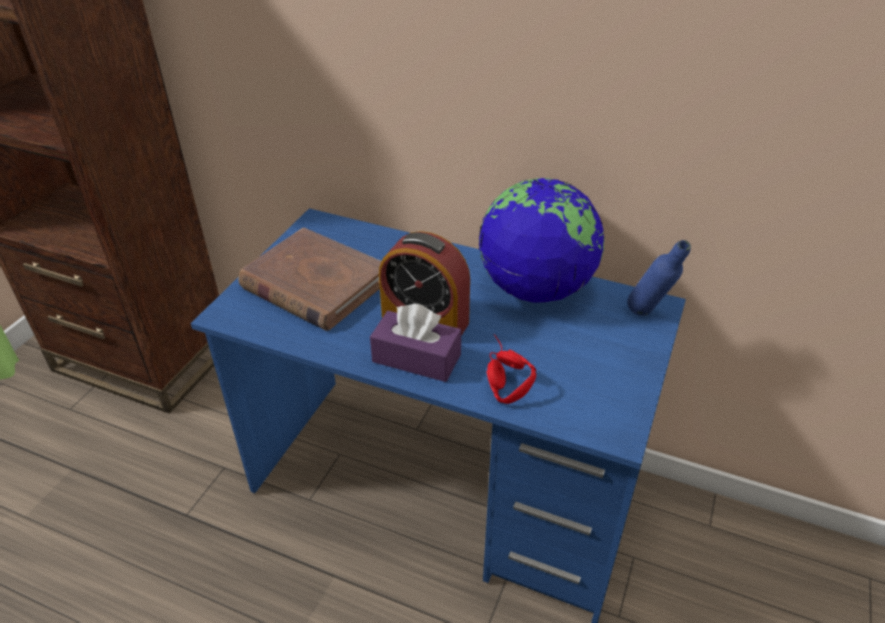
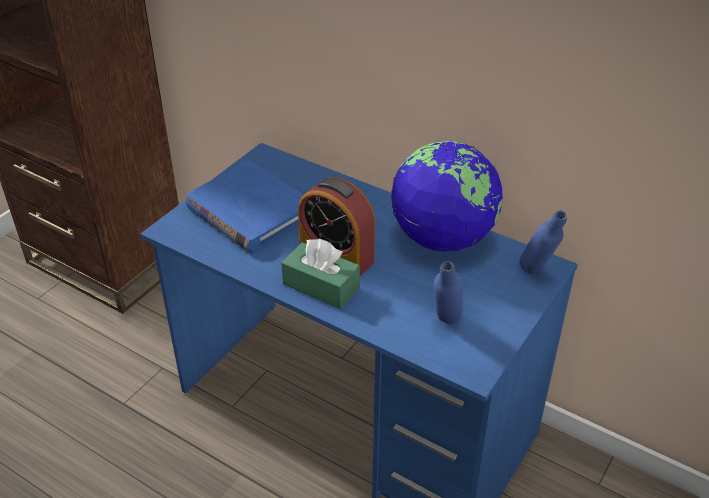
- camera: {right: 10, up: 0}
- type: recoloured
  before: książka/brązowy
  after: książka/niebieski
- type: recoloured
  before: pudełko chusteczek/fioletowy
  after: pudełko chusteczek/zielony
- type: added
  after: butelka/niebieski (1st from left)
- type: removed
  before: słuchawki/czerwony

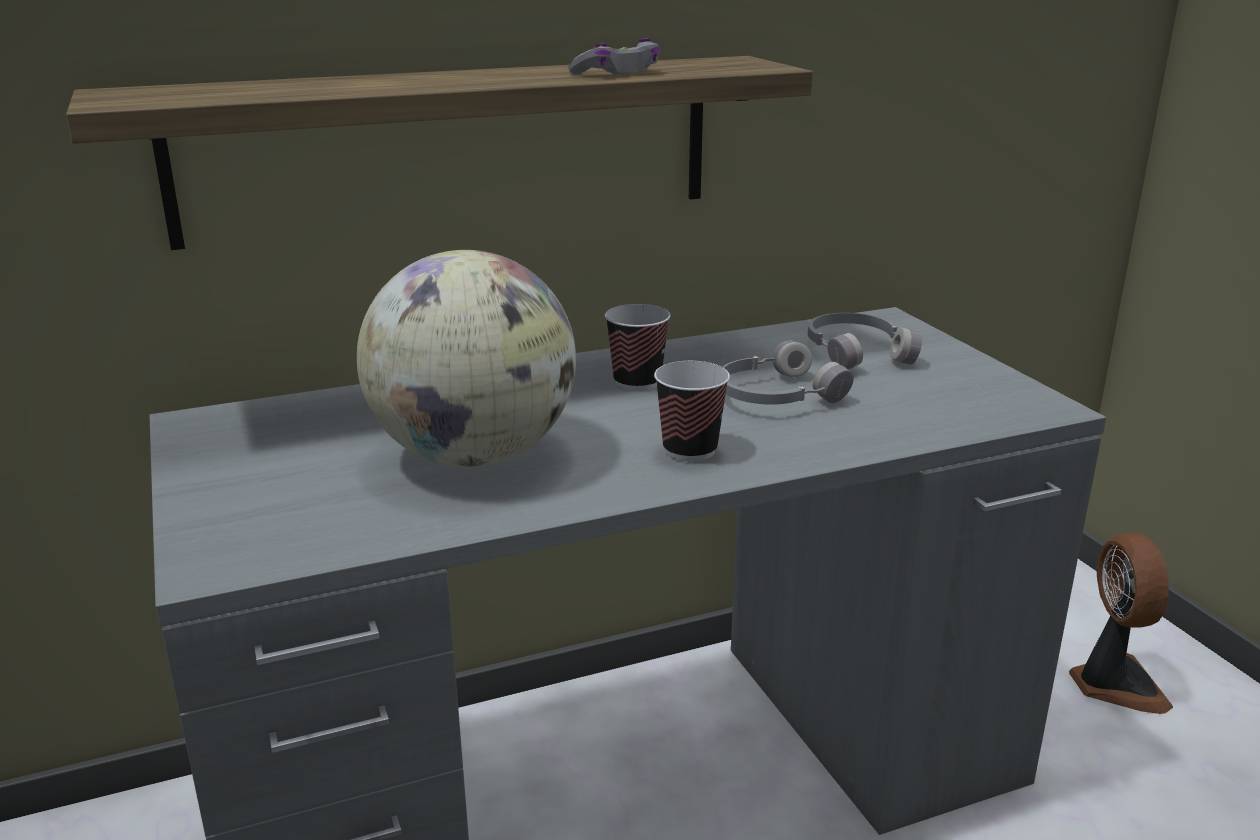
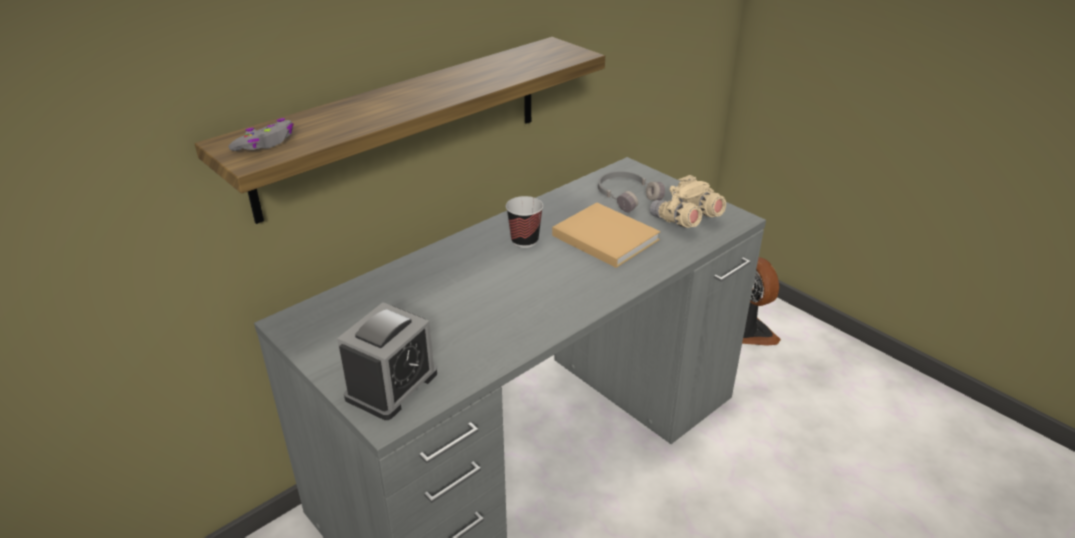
- camera: {right: -20, up: 10}
- type: moved
  before: pad do gier/szary
- type: added
  after: budzik
- type: replaced
  before: słuchawki/szary (1st from left)
  after: książka/beżowy
- type: added
  after: lornetka/beżowy
- type: removed
  before: globus
- type: removed
  before: filiżanka (2nd from left)

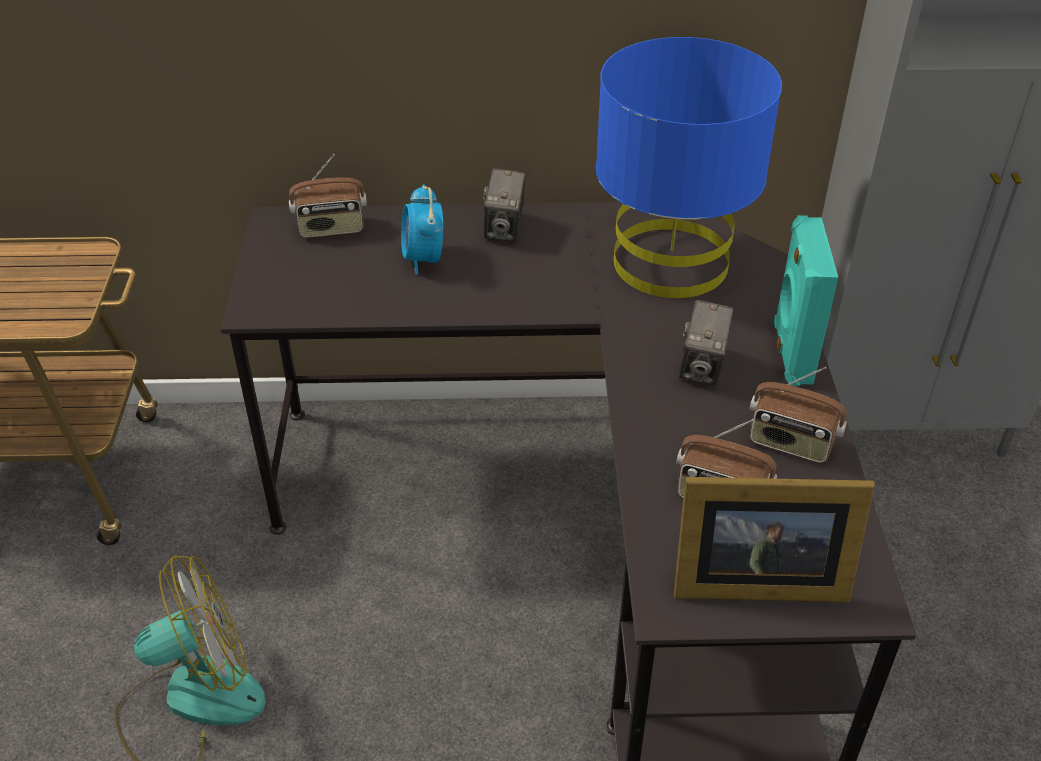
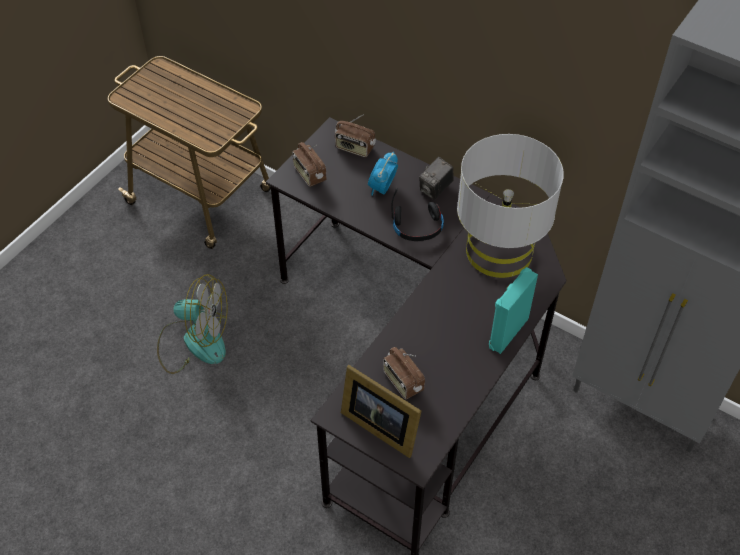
- camera: {right: 35, up: 10}
- type: moved
  before: radio (3rd from left in the first image)
  after: radio (1st from left)
- type: added
  after: słuchawki/czarny
- type: recoloured
  before: lampa stołowa/niebieski
  after: lampa stołowa/szary
- type: removed
  before: aparat fotograficzny (2nd from left)

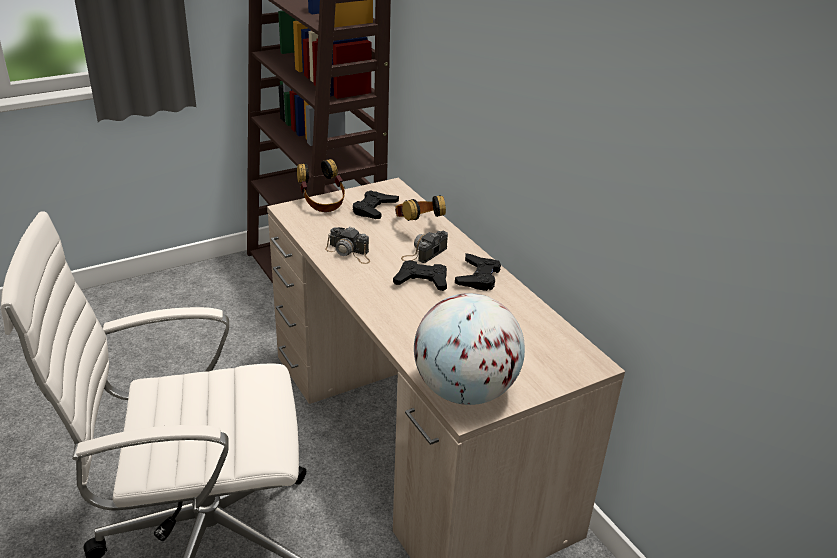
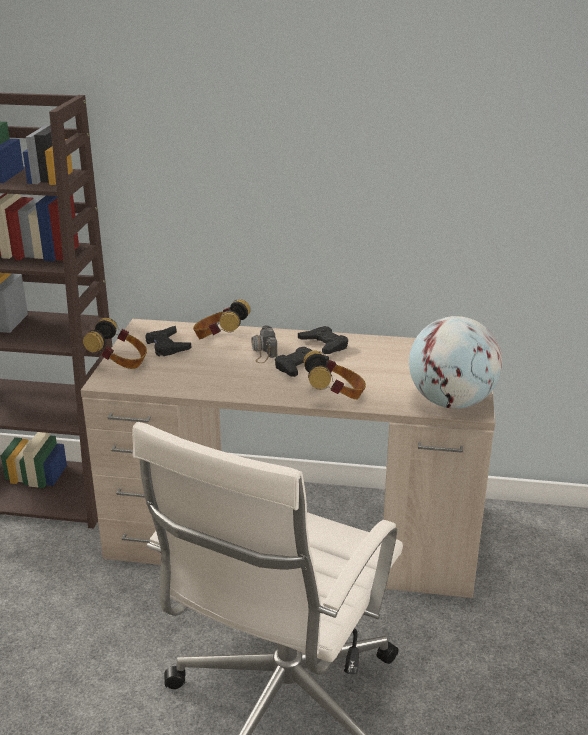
- camera: {right: -50, up: -5}
- type: added
  after: słuchawki (3rd from left)
- type: removed
  before: aparat fotograficzny (1st from left)

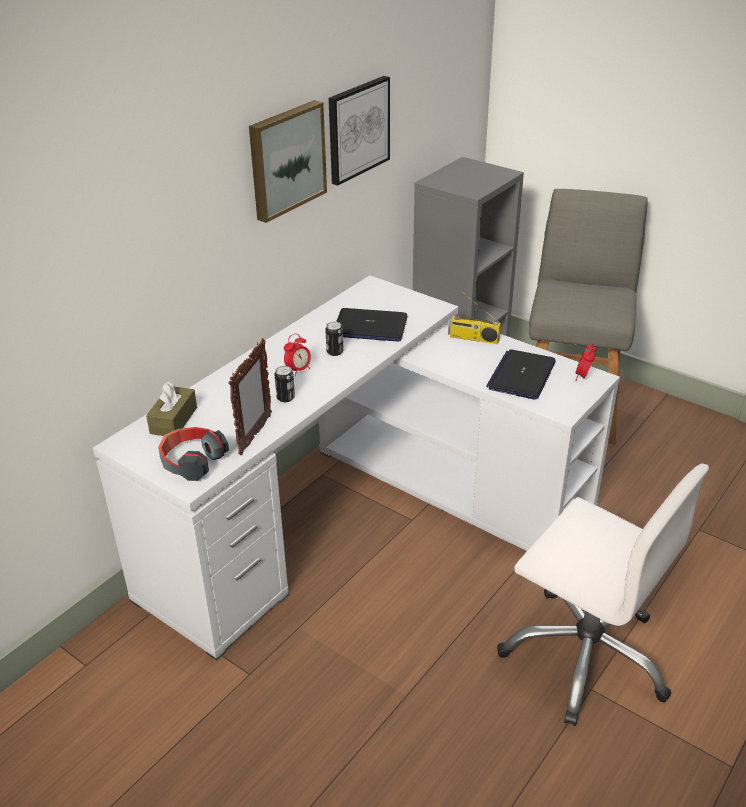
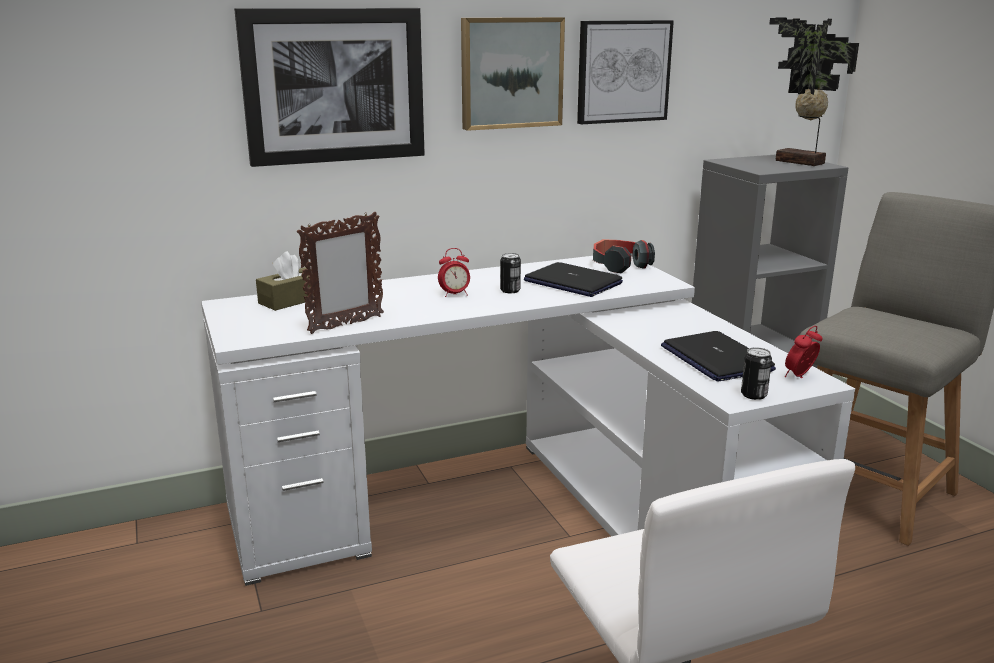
- camera: {right: 30, up: -15}
- type: added
  after: obraz (1st from left)
- type: moved
  before: słuchawki
- type: turned
  before: laptop (2nd from left)
  turn: -75
- type: moved
  before: puszka (1st from left in the first image)
  after: puszka (2nd from left)
- type: added
  after: roślina doniczkowa
- type: removed
  before: radio

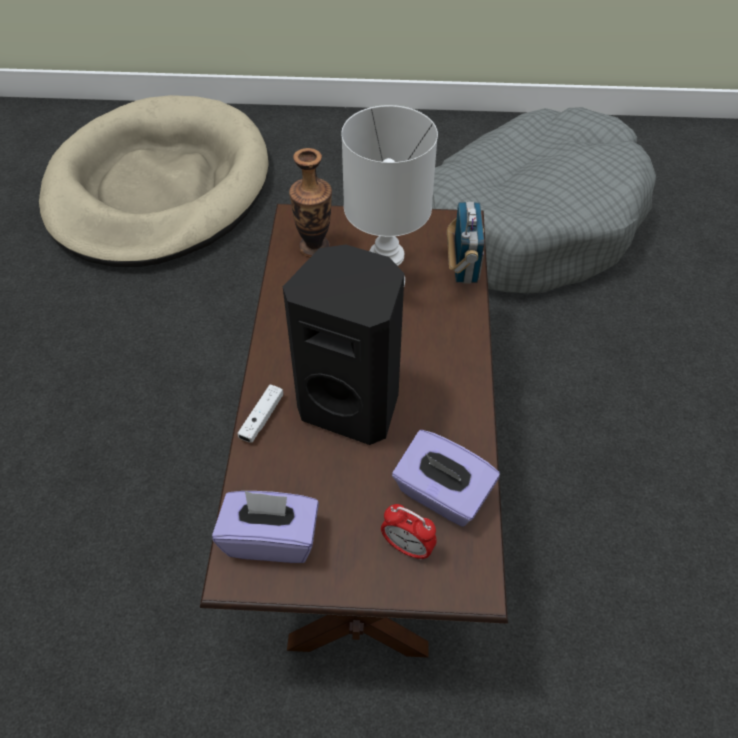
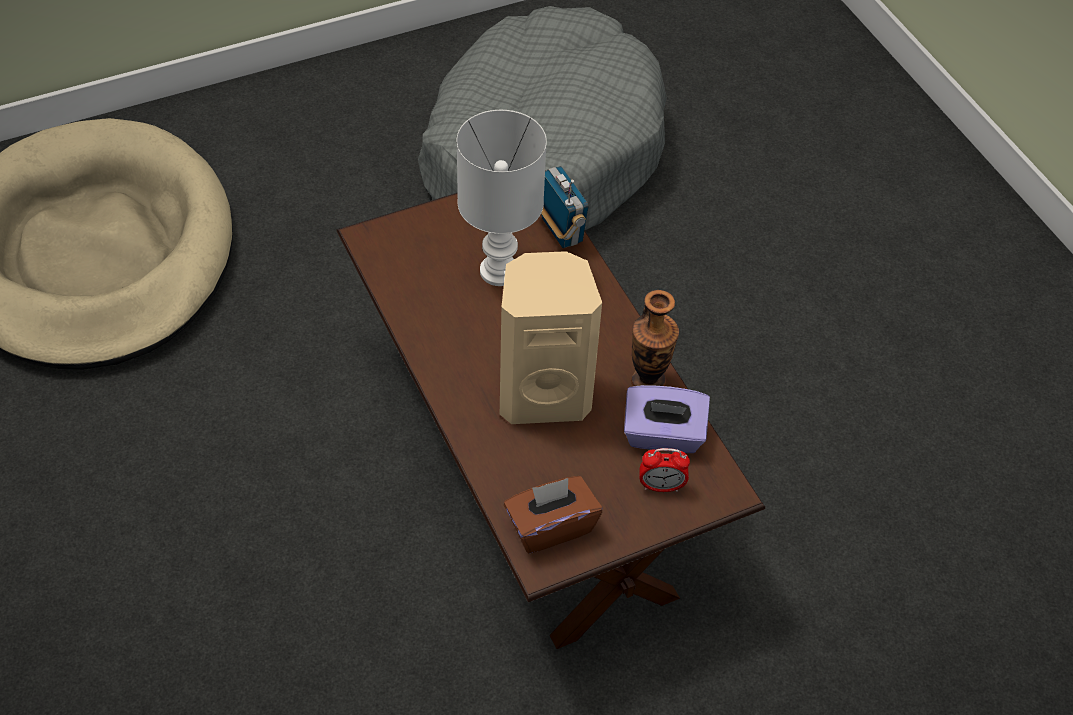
- camera: {right: -30, up: 0}
- type: recoloured
  before: głośnik/czarny
  after: głośnik/beżowy
- type: recoloured
  before: pudełko chusteczek/fioletowy (1st from left)
  after: pudełko chusteczek/brązowy
- type: moved
  before: wazon
- type: removed
  before: pad do gier/biały

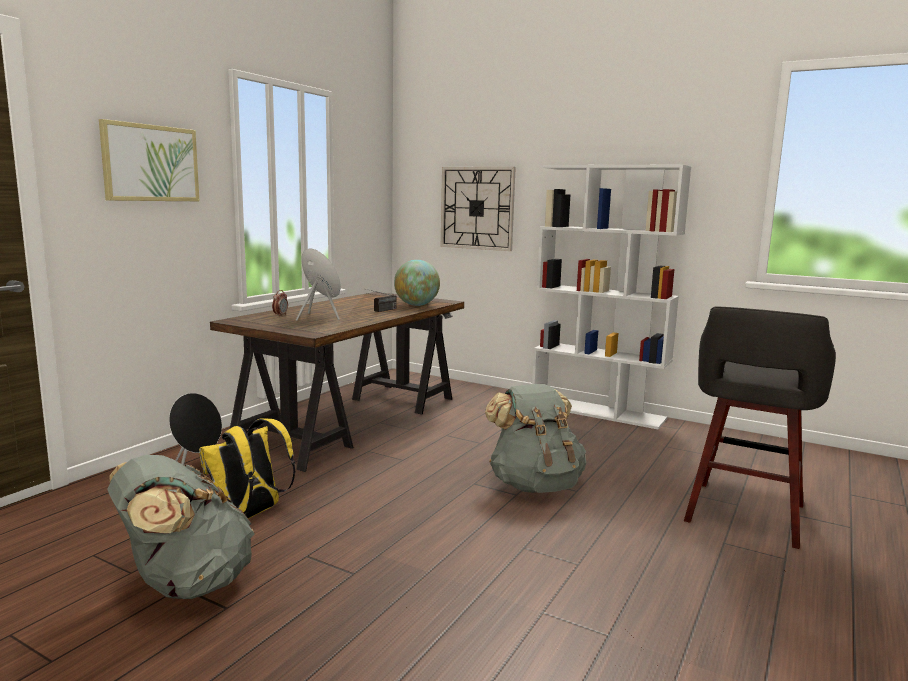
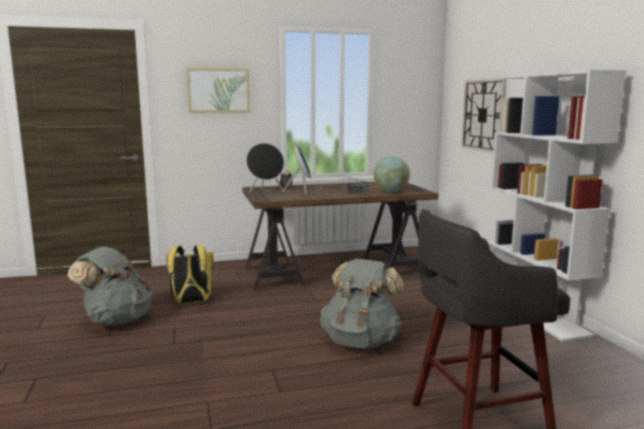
- camera: {right: 45, up: 0}
- type: moved
  before: głośnik/czarny

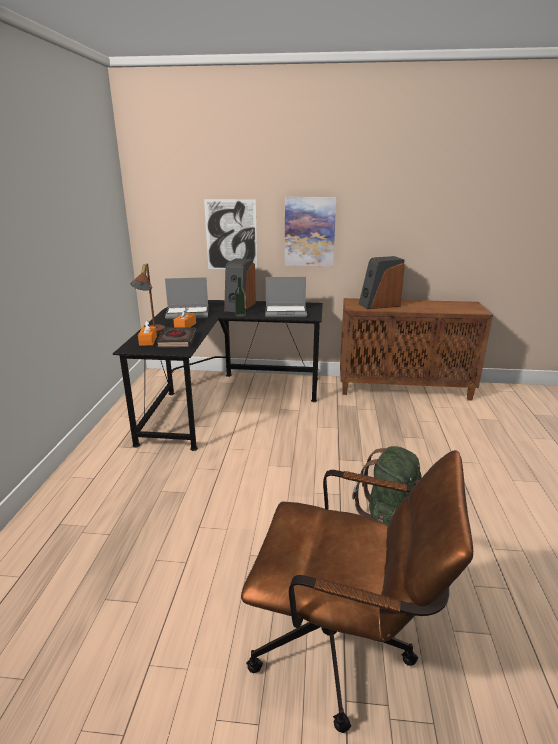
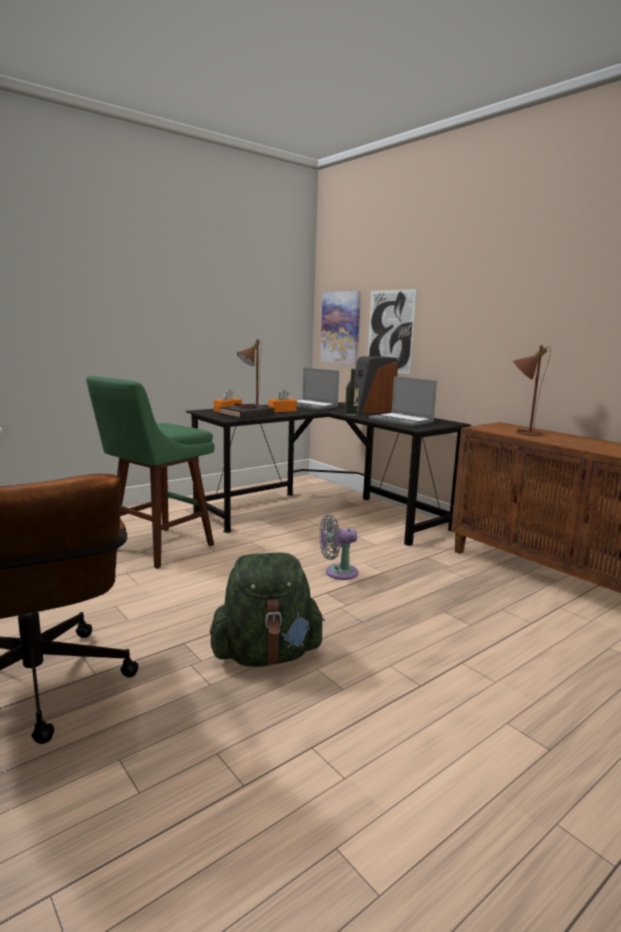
- camera: {right: 45, up: -10}
- type: added
  after: stołek/zielony
- type: added
  after: wentylator/szary
- type: moved
  before: obraz (2nd from left in the first image)
  after: obraz (1st from left)
- type: replaced
  before: głośnik (2nd from left)
  after: lampa stołowa/brązowy (2nd from left)

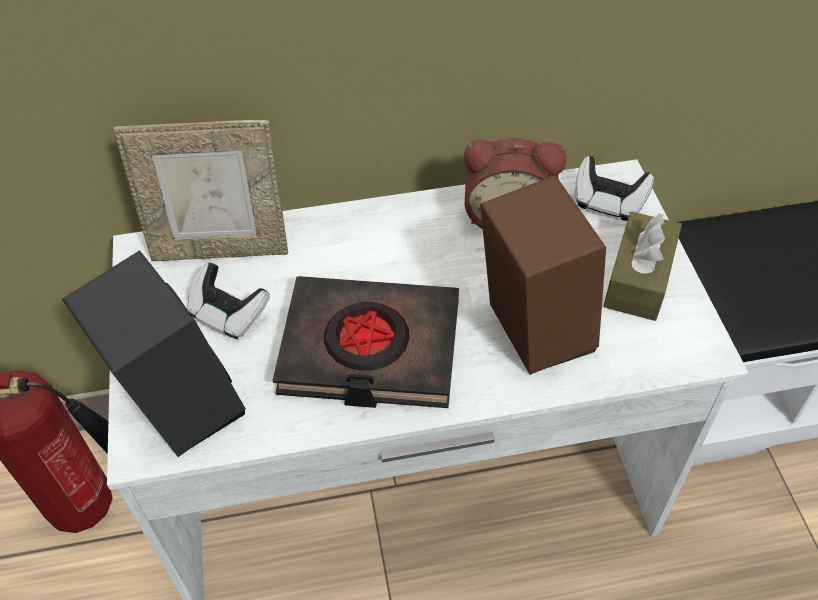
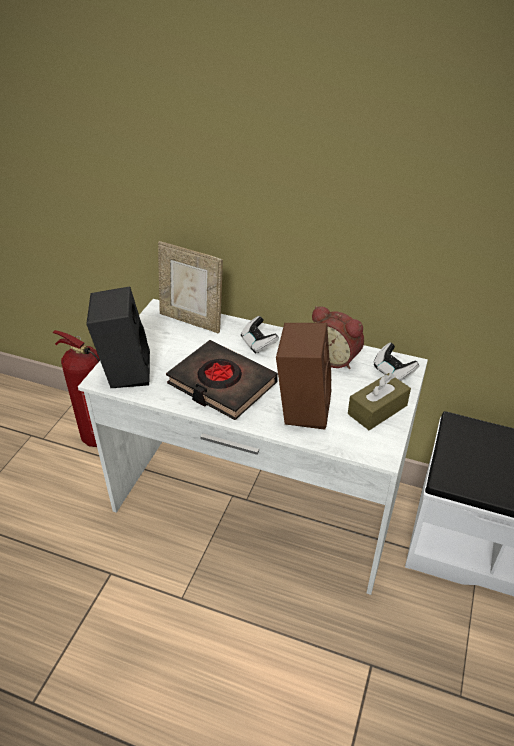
- camera: {right: 30, up: -10}
- type: moved
  before: pad do gier (1st from left)

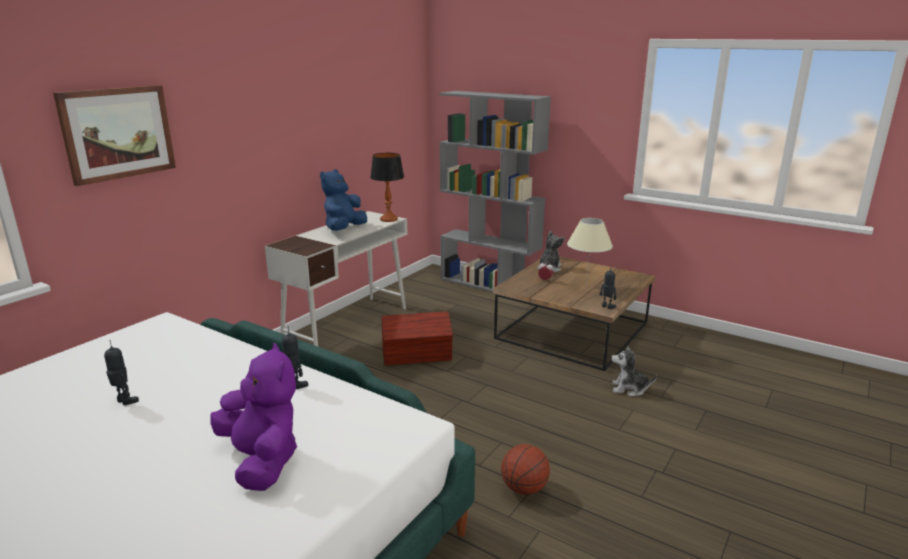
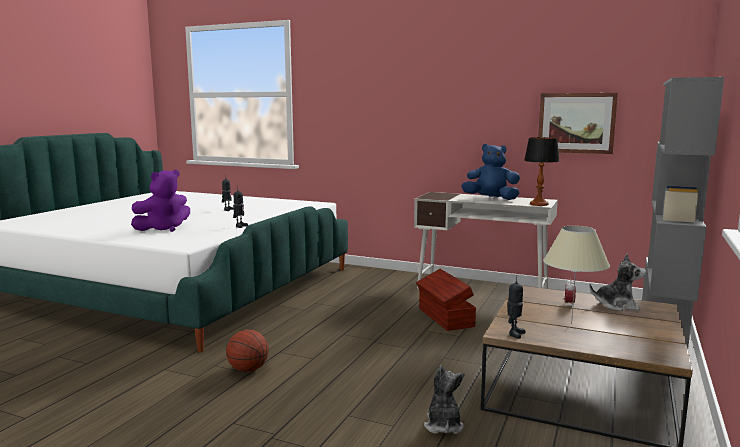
- camera: {right: 80, up: -10}
- type: moved
  before: obraz

